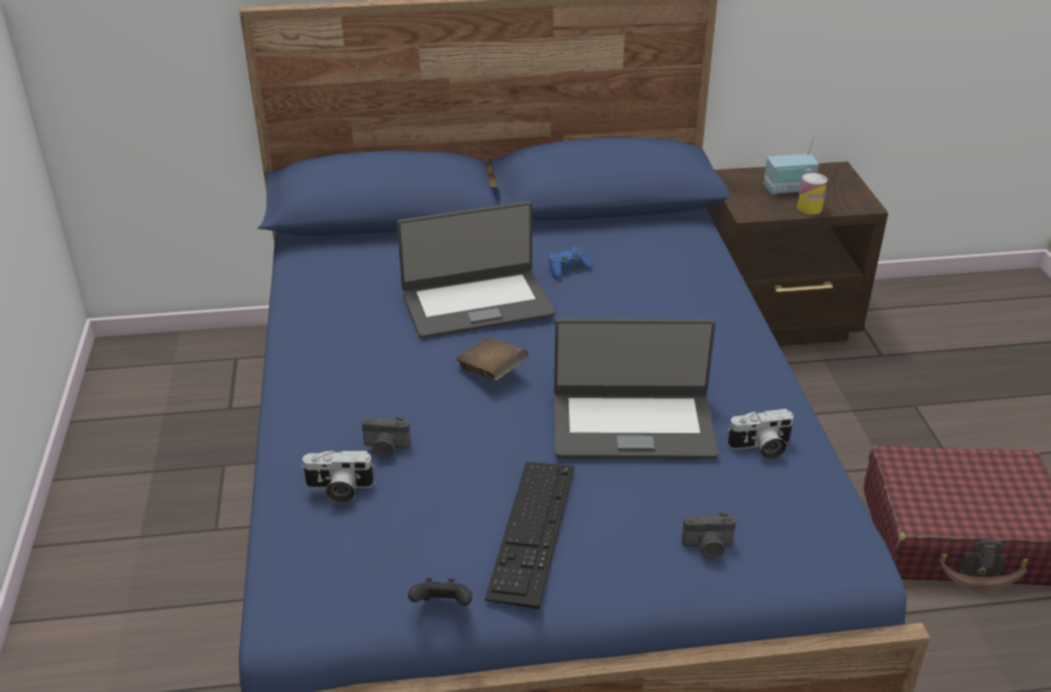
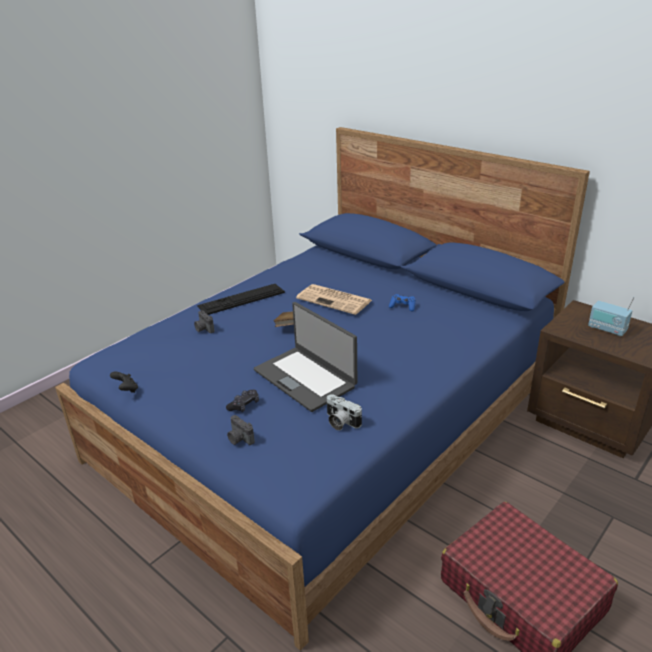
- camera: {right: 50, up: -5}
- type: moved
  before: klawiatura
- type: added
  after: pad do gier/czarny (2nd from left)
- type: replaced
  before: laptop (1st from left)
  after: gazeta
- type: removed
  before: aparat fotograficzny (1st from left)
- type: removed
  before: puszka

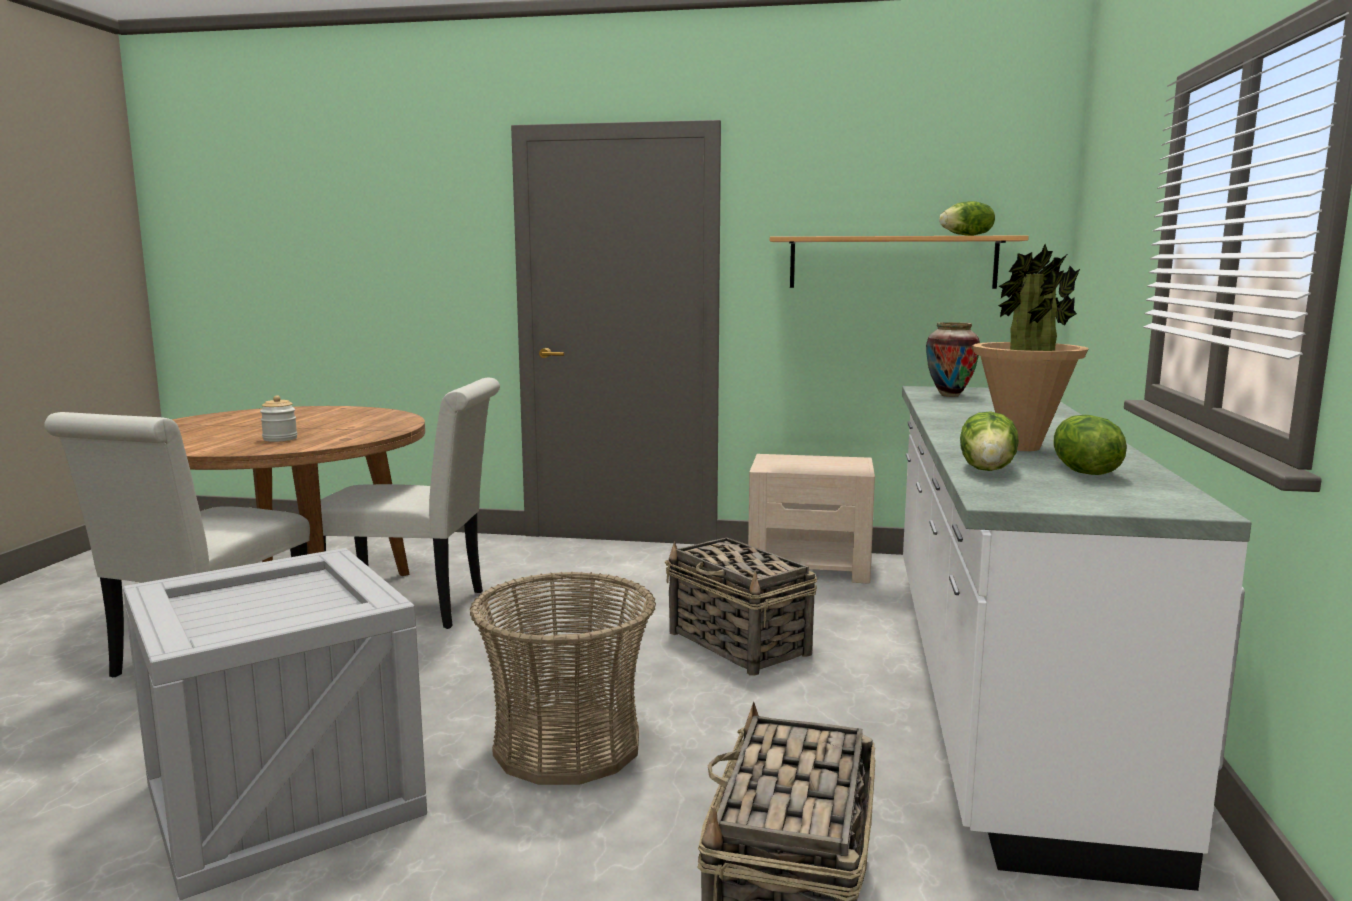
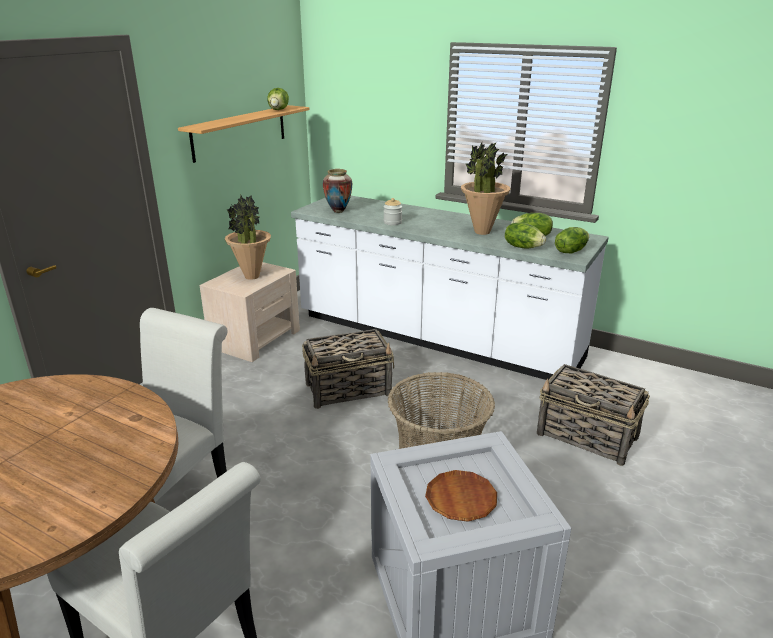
- camera: {right: -70, up: 15}
- type: added
  after: roślina doniczkowa (1st from left)
- type: moved
  before: słoik
- type: added
  after: talerz/brązowy
- type: added
  after: sałata (4th from left)

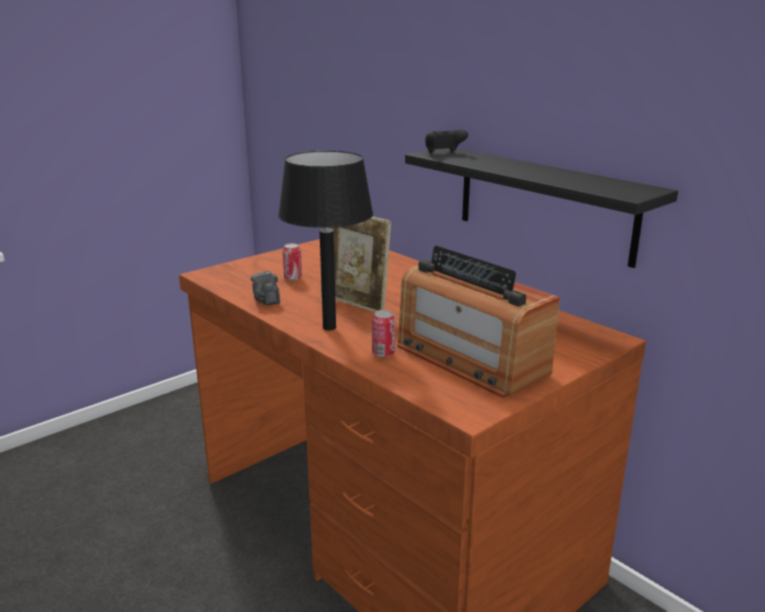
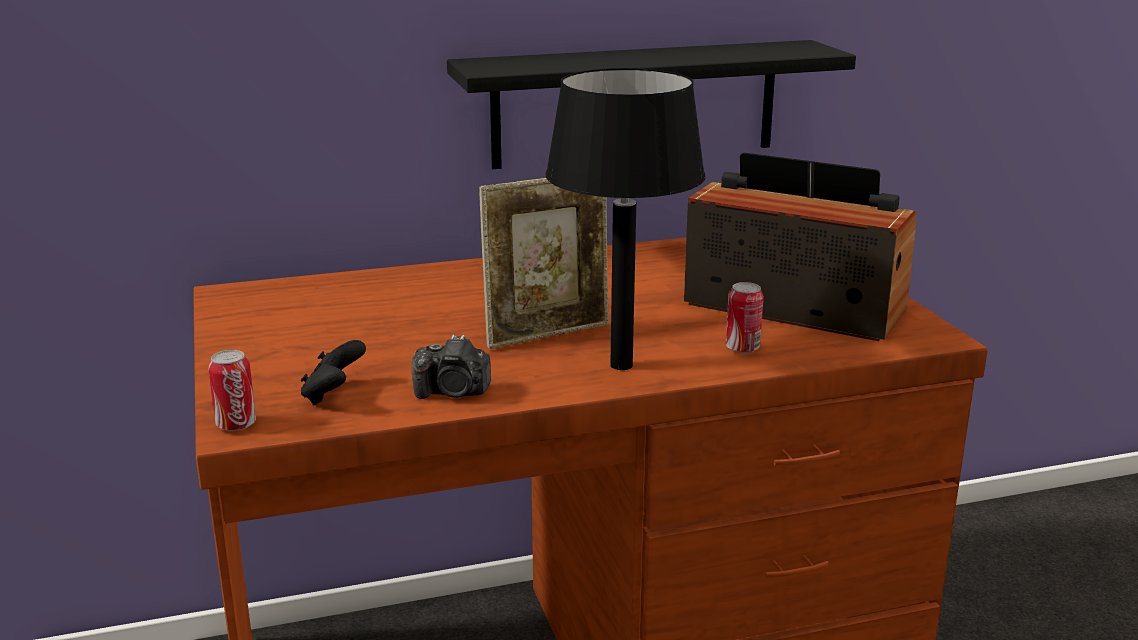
- camera: {right: -65, up: 0}
- type: moved
  before: puszka (1st from left)
- type: moved
  before: pad do gier/czarny
- type: turned
  before: radio
  turn: -135

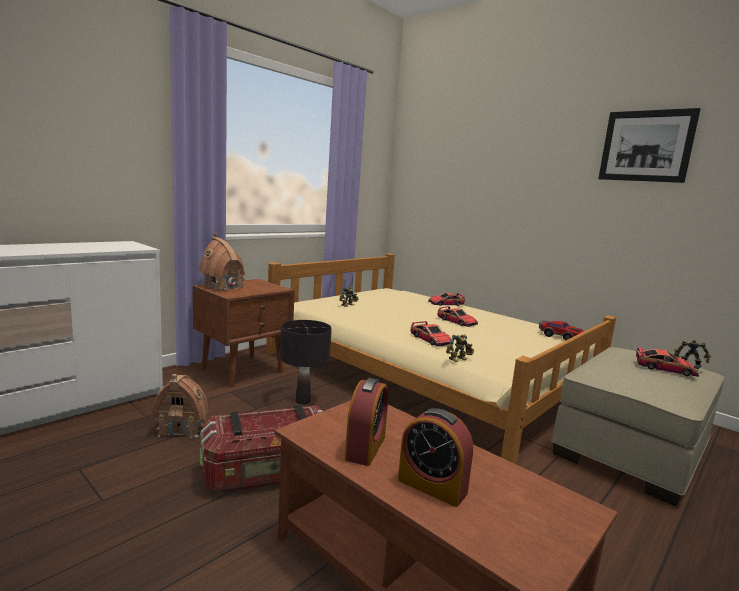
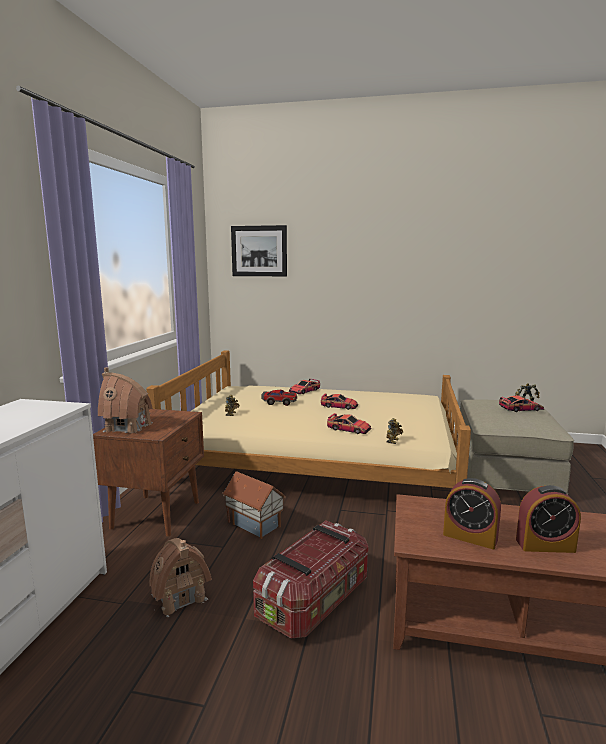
- camera: {right: -30, up: 0}
- type: replaced
  before: lampa stołowa/czarny
  after: domek (3rd from left)
- type: moved
  before: obraz
- type: moved
  before: samochodzik (4th from left in the first image)
  after: samochodzik (1st from left)
- type: turned
  before: budzik (1st from left)
  turn: 135

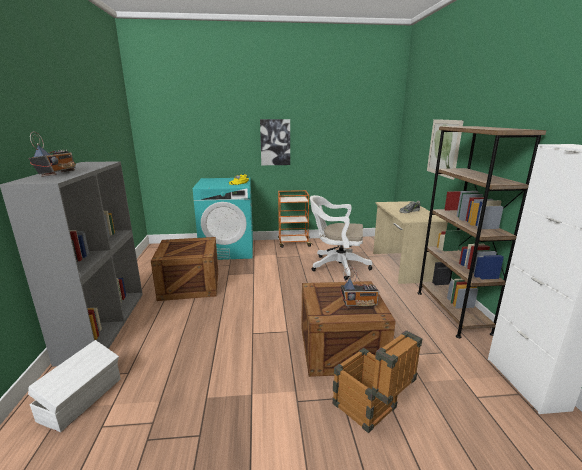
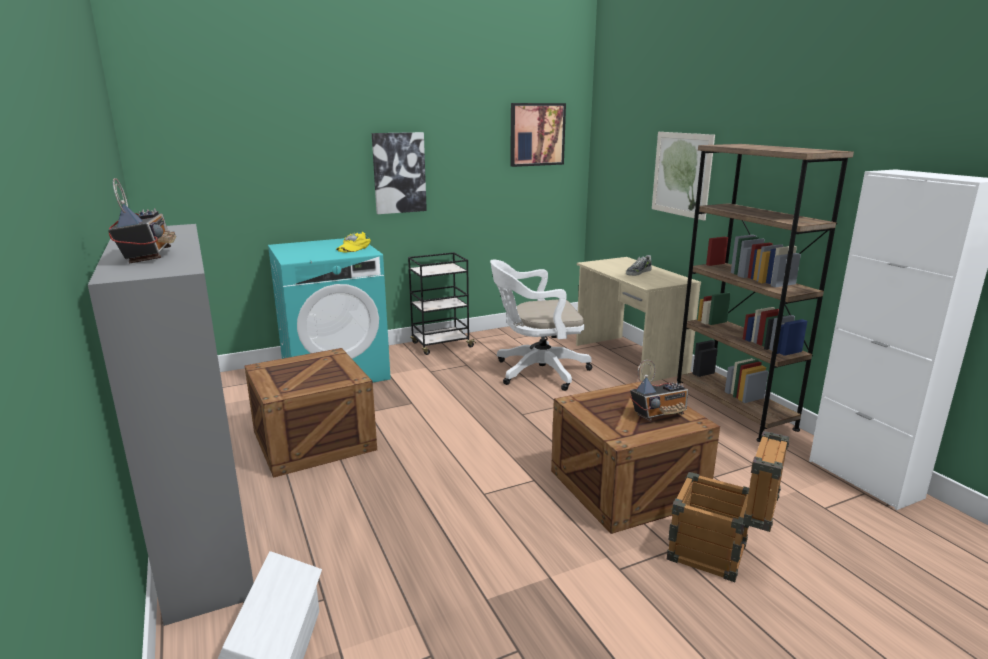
- camera: {right: -20, up: 0}
- type: recoloured
  before: wózek/pomarańczowy
  after: wózek/czarny
- type: added
  after: obraz (2nd from left)

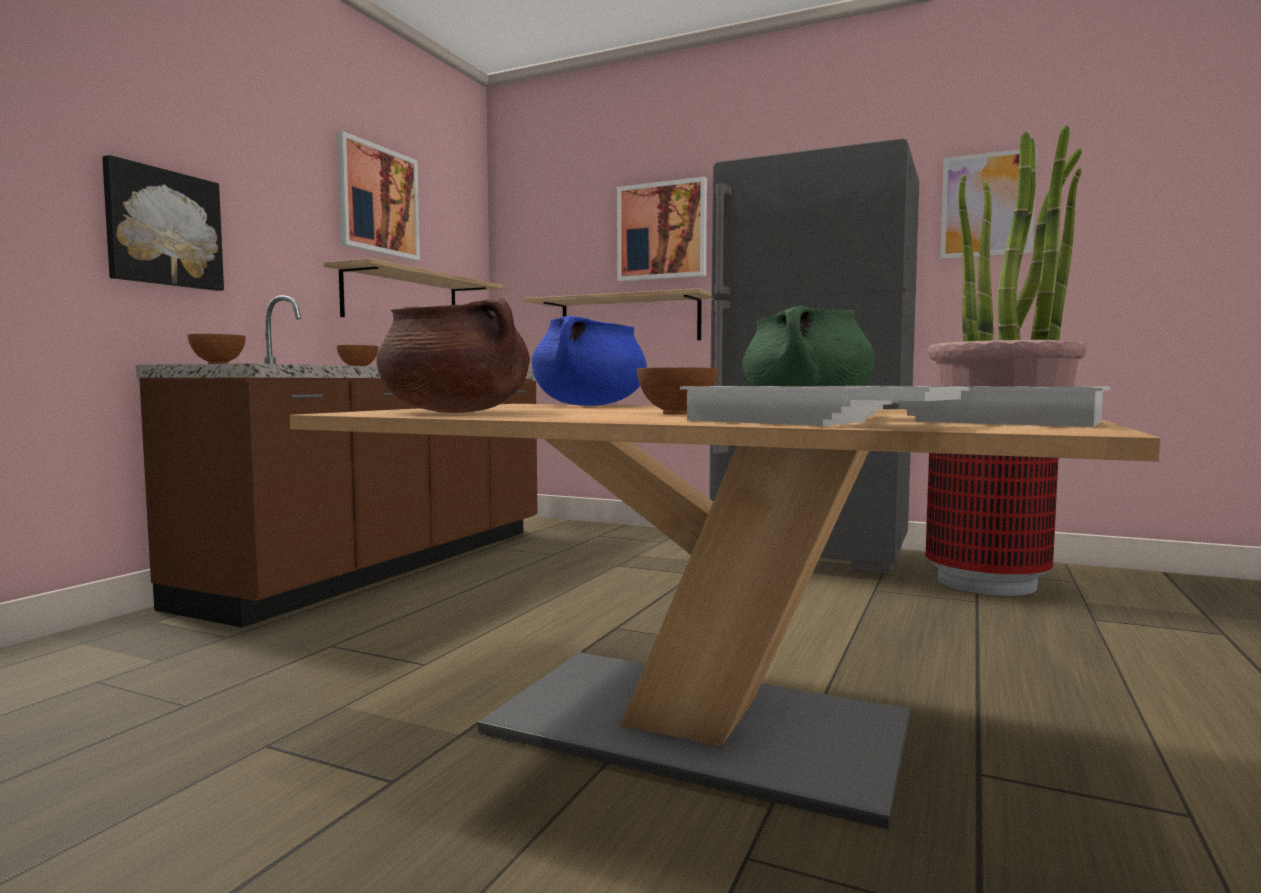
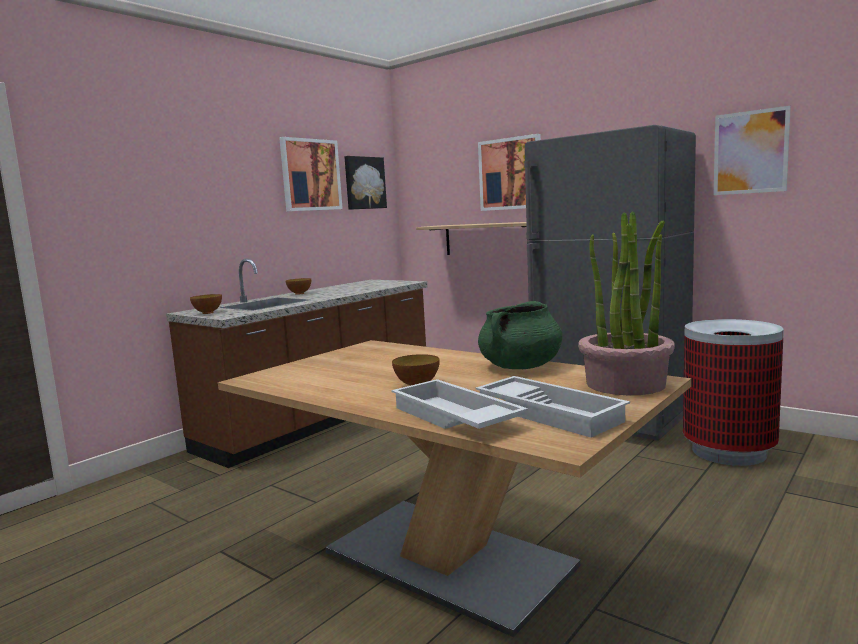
- camera: {right: 15, up: 5}
- type: moved
  before: obraz (1st from left in the first image)
  after: obraz (2nd from left)
- type: removed
  before: półka (1st from left)
- type: removed
  before: garnek/brązowy
- type: removed
  before: garnek/niebieski

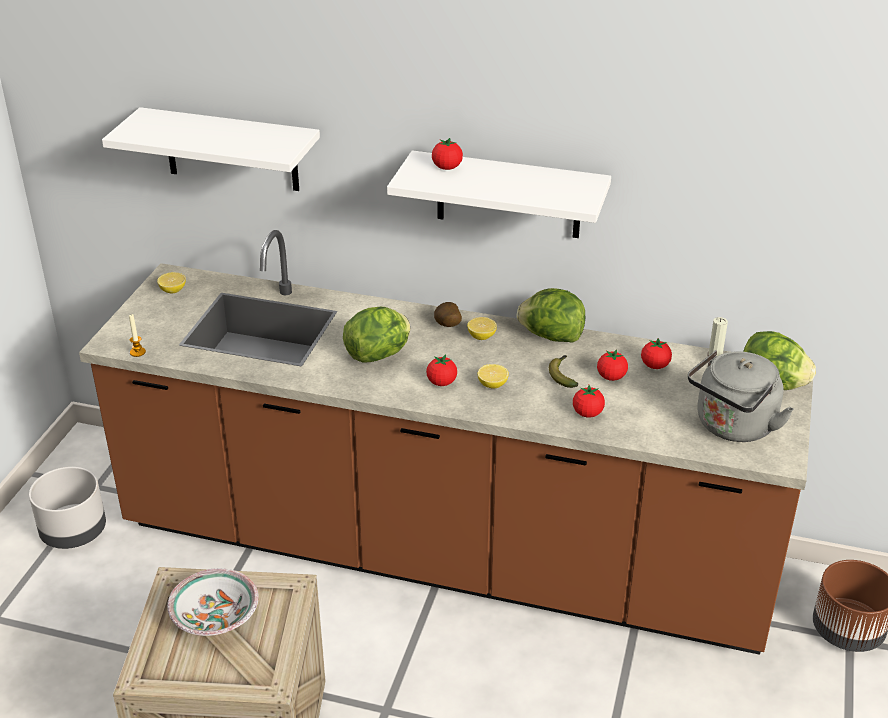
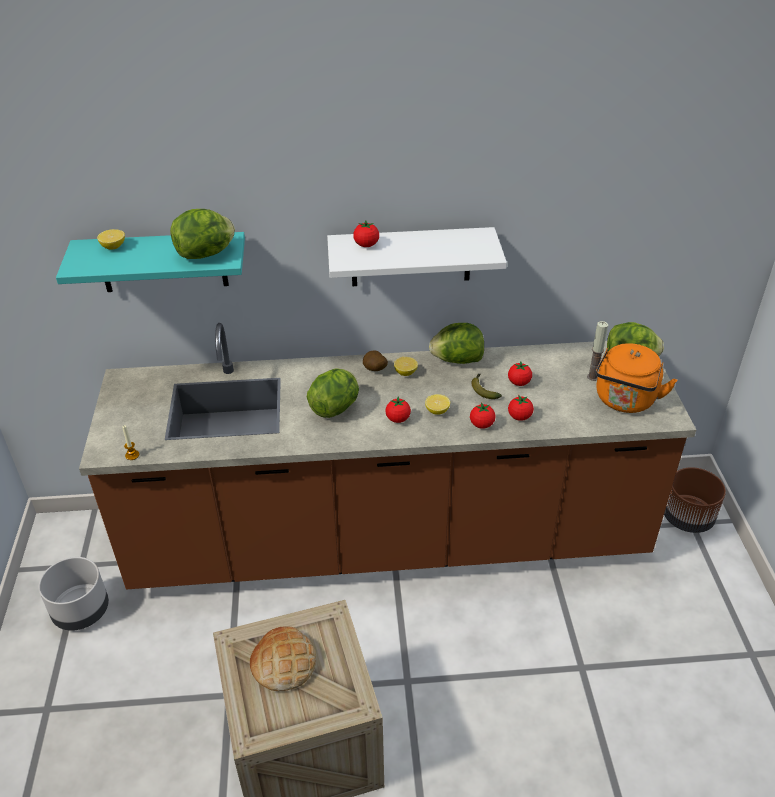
- camera: {right: -20, up: 5}
- type: recoloured
  before: półka/biały (1st from left)
  after: półka/turkusowy
- type: moved
  before: cytryna (1st from left)
- type: added
  after: sałata (1st from left)
- type: replaced
  before: miska
  after: chleb
- type: moved
  before: pomidor (5th from left in the first image)
  after: pomidor (3rd from left)
- type: recoloured
  before: czajnik/szary
  after: czajnik/pomarańczowy

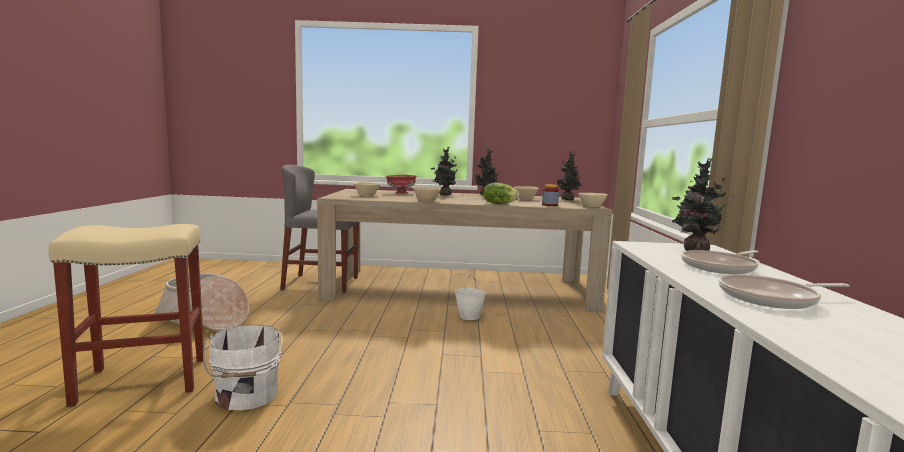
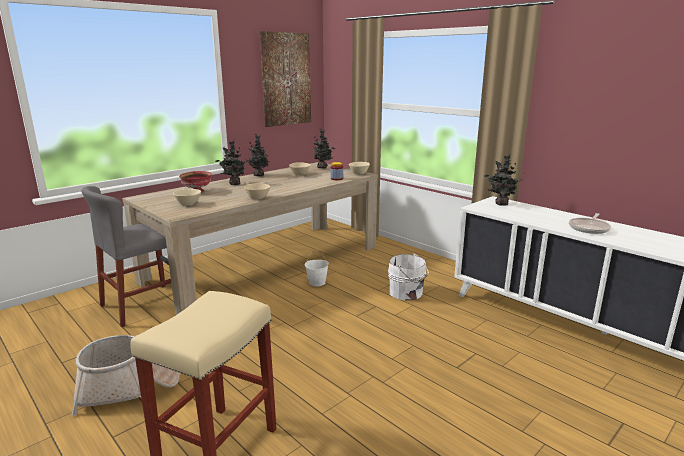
- camera: {right: -45, up: 10}
- type: added
  after: obraz
- type: moved
  before: wiadro/biały (1st from left in the first image)
  after: wiadro/biały (2nd from left)
- type: removed
  before: sałata
- type: removed
  before: patelnia (1st from left)

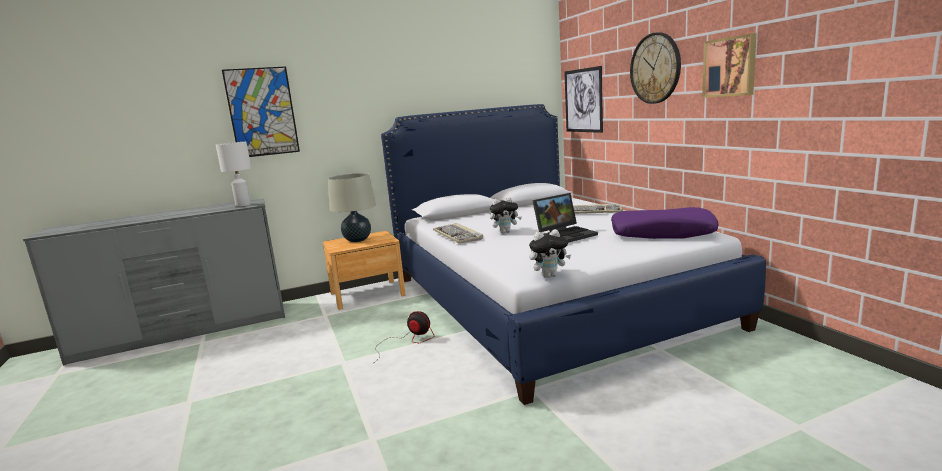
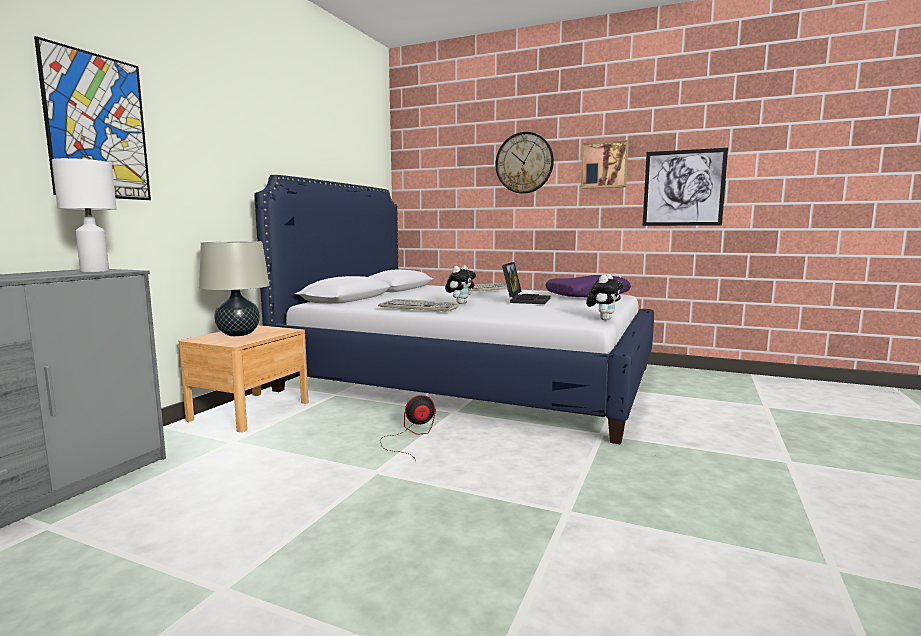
- camera: {right: -45, up: -5}
- type: moved
  before: obraz (2nd from left in the first image)
  after: obraz (3rd from left)

